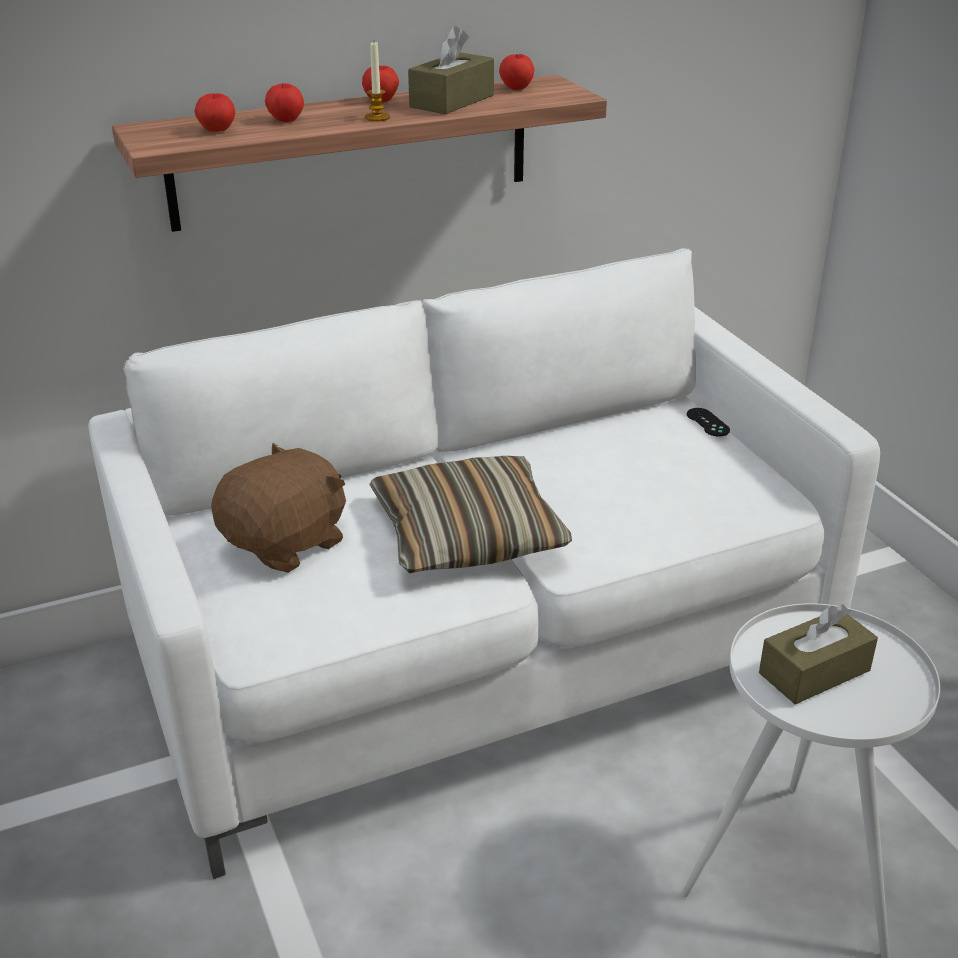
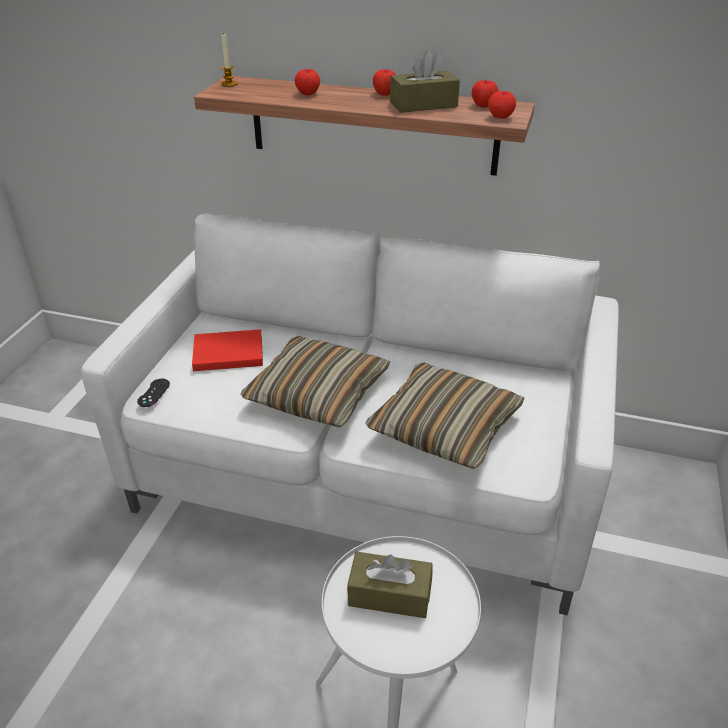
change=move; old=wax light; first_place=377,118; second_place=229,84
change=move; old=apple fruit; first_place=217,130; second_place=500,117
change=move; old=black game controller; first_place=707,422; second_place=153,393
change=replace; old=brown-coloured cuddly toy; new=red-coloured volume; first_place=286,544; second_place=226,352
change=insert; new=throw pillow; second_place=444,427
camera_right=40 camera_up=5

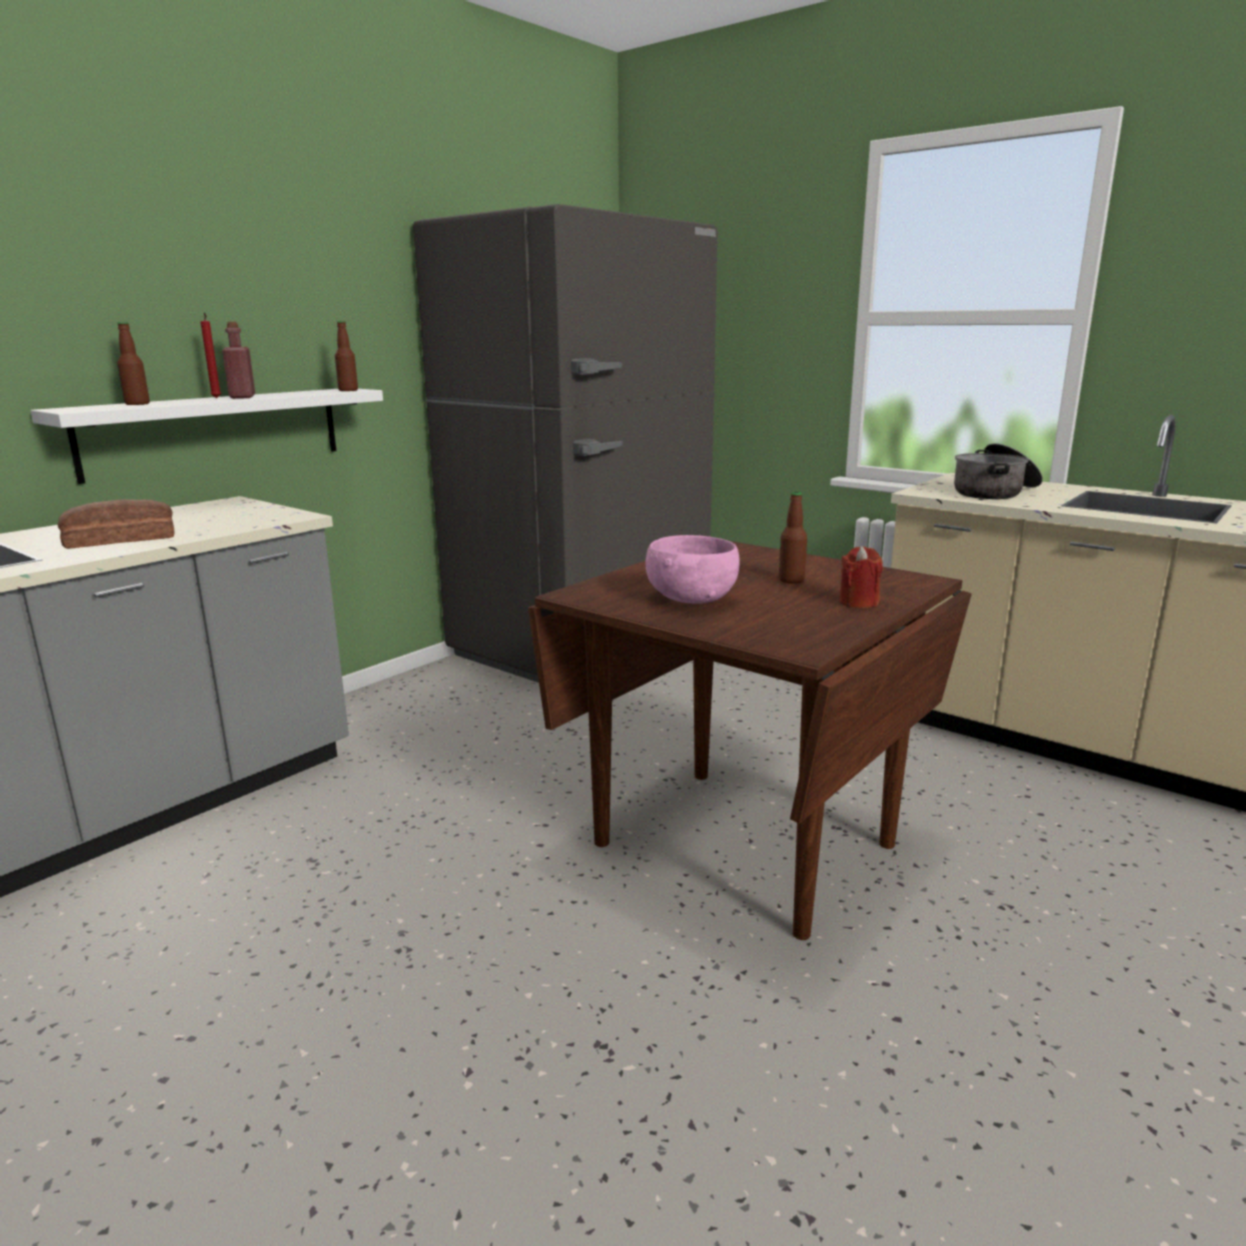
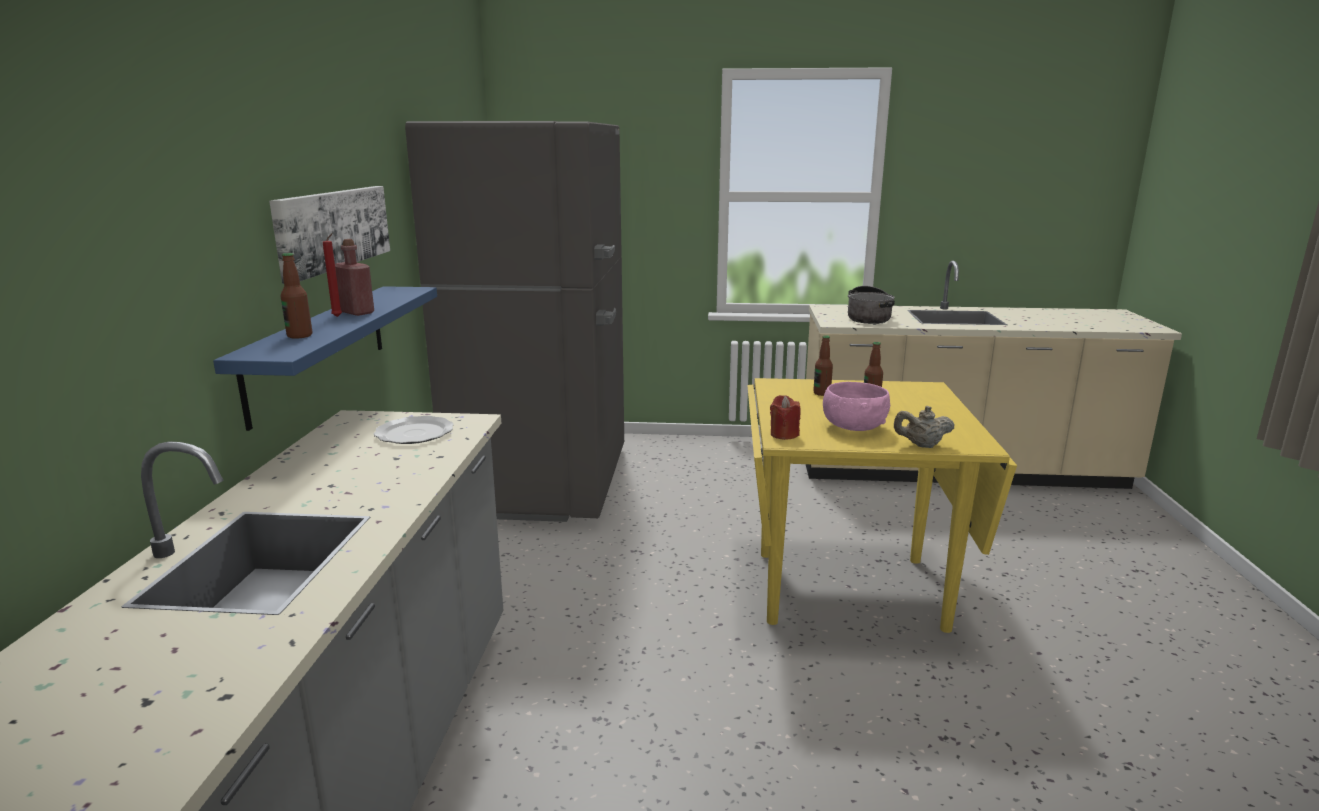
change=move; old=bottle; first_place=348,390; second_place=822,393
change=recolor; old=whitish bracket shelf; new=blue-coloured bracket shelf; first_place=215,431; second_place=319,349
change=delete; old=bread; first_place=122,539
change=recolor; old=brown-coloured kitchen table; new=yellowish kitchen table; first_place=742,845; second_place=848,590
change=move; old=red-coloured wax light; first_place=858,602; second_place=784,434
change=insert; new=picture; second_place=333,229
change=insert; new=beige-coloured tea pot; second_place=922,445
change=insert; new=plate; second_place=414,433
camera_right=-35 camera_up=0

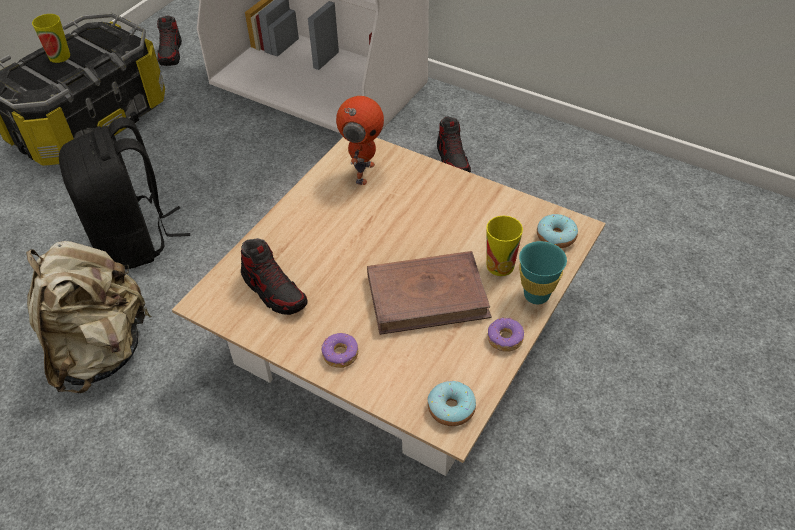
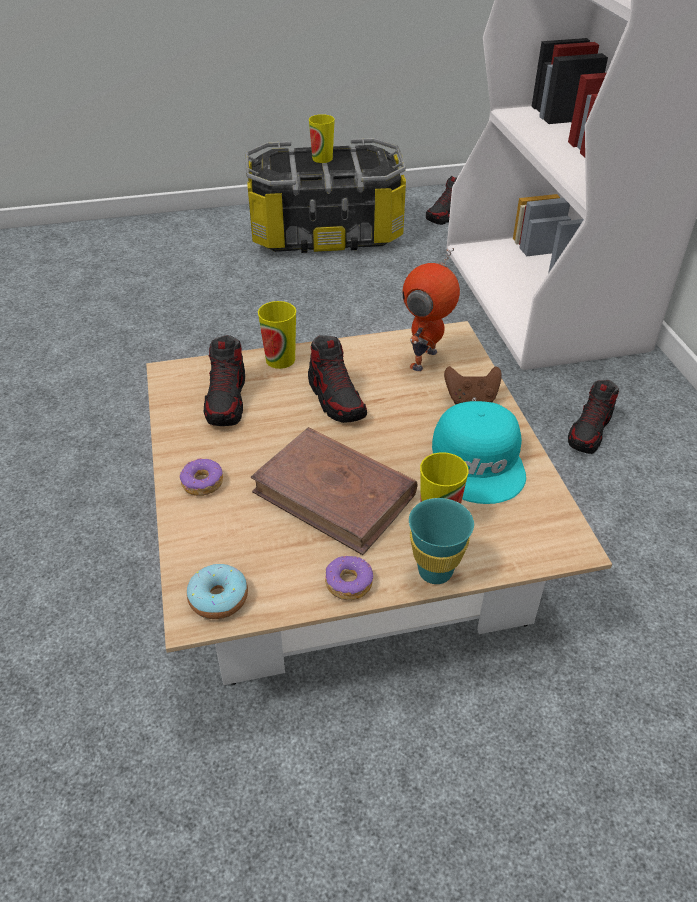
change=rotate; old=robot figure; first_place=363,172; second_place=425,360; degrees=150
change=delete; old=black backpack; first_place=134,240
change=delete; old=ring doughnut; first_place=556,237
change=delete; old=beige-coloured backpack; first_place=101,351
change=insert; new=drinking cup; second_place=280,359
change=insert; new=shoe; second_place=336,398
change=insert; new=brown-coloured game controller; second_place=471,399
change=insert; new=turquoise cap; second_place=479,461
camera_right=45 camera_up=-5

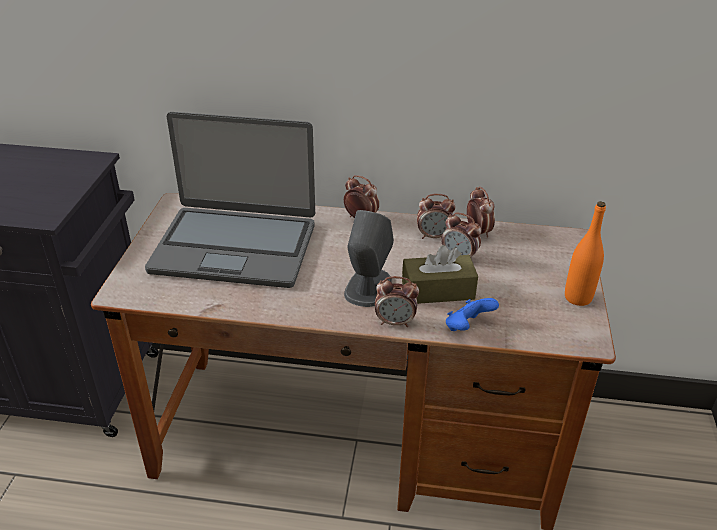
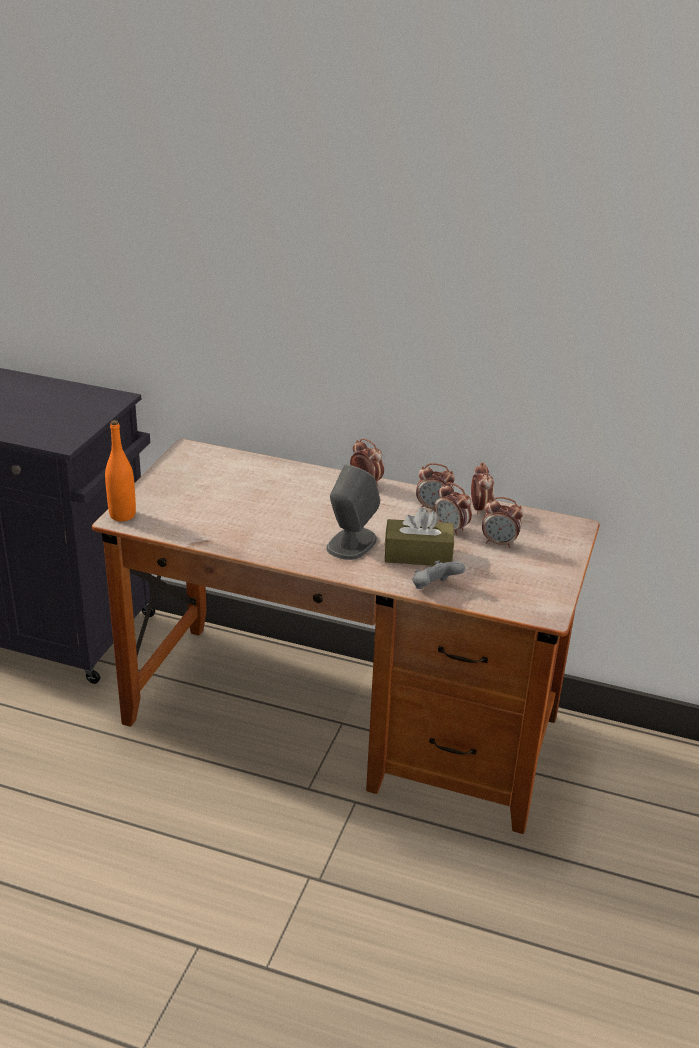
change=delete; old=laptop; first_place=235,247
change=move; old=orange-coloured bottle; first_place=578,298; second_place=122,515
change=move; old=bedside clock; first_place=395,322; second_place=499,543
change=recolor; old=blue-coloured game controller; new=grey game controller; first_place=467,327; second_place=434,588
camera_right=10 camera_up=-5

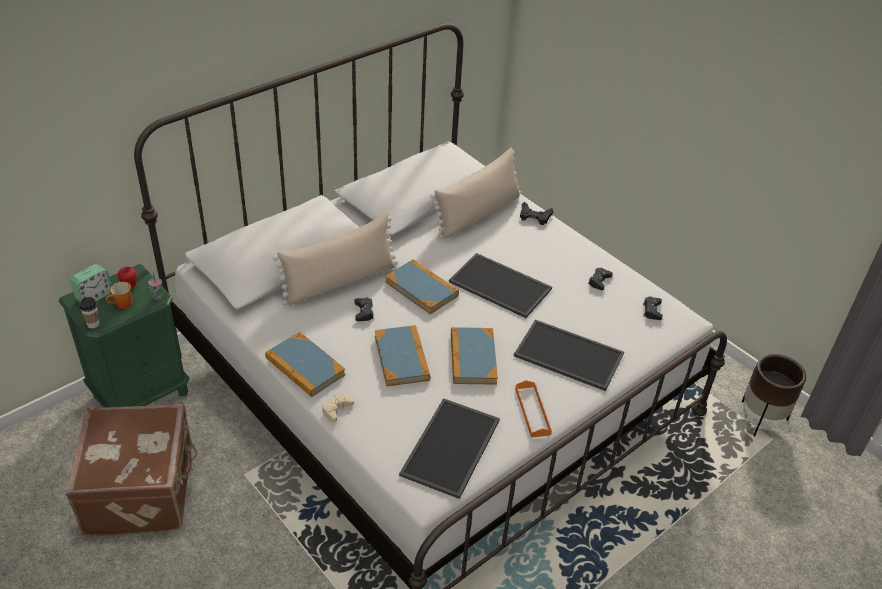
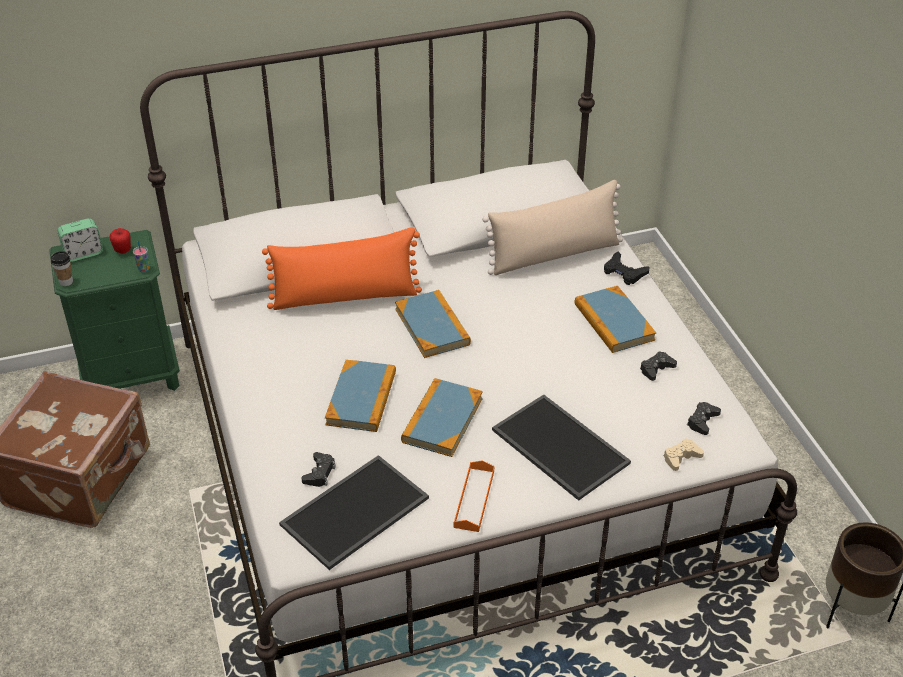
change=recolor; old=beige-coloured throw pillow; new=orange-coloured throw pillow; first_place=340,281; second_place=345,297
change=delete; old=carrying tray; first_place=501,285
change=delete; old=tea mug; first_place=123,305
change=move; old=black game controller; first_place=364,312; second_place=319,473
change=move; old=volume; first_place=305,367; second_place=613,322
change=move; old=beige-coloured game controller; first_place=337,409; second_place=681,458
camera_right=25 camera_up=0

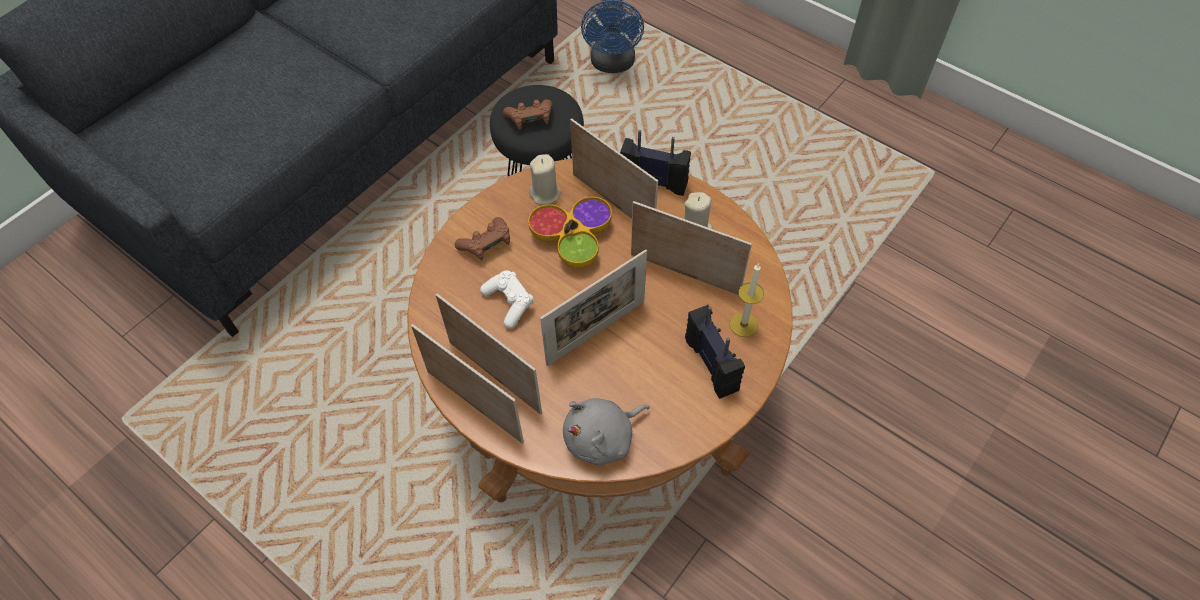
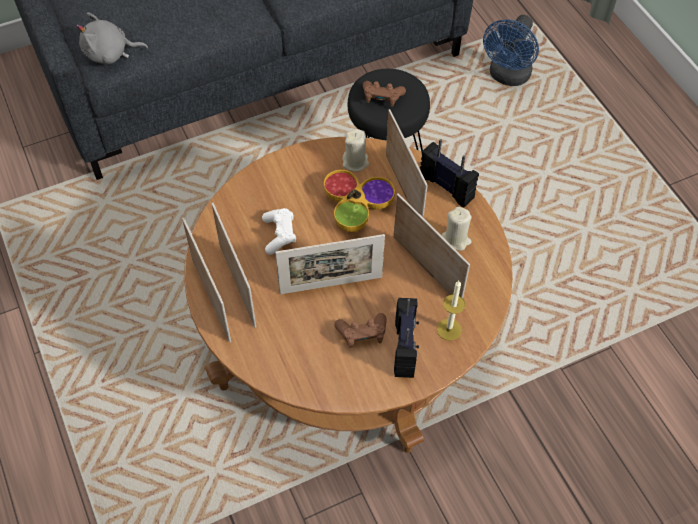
change=move; old=brown-coloured game controller; first_place=486,244; second_place=362,334
change=move; old=grey cuddly toy; first_place=603,438; second_place=110,54
camera_right=25 camera_up=0

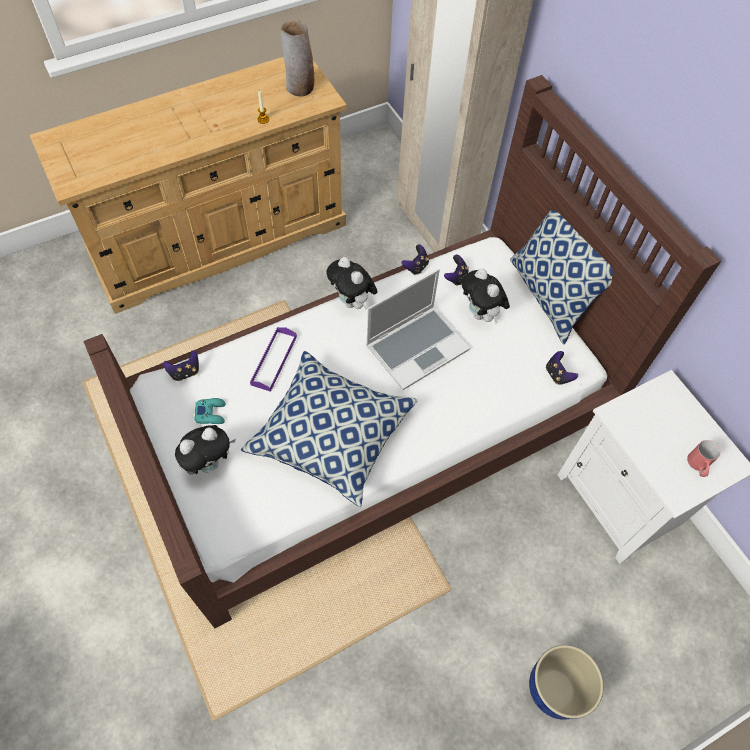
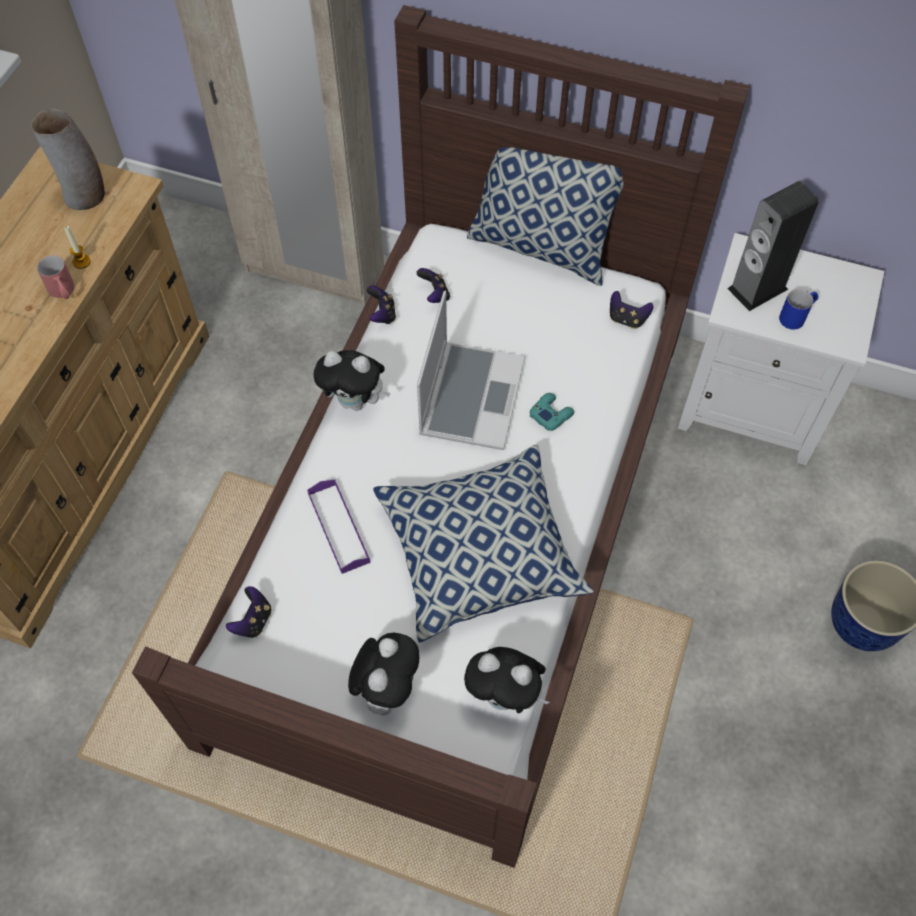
change=move; old=cuddly toy; first_place=481,314; second_place=505,696
change=move; old=turquoise game controller; first_place=211,413; second_place=551,414
change=move; old=red-coloured tea mug; first_place=697,466; second_place=64,292
change=insert; new=audio speaker; second_place=757,289
change=insert; new=blue-coloured tea mug; second_place=796,316
camera_right=-40 camera_up=0

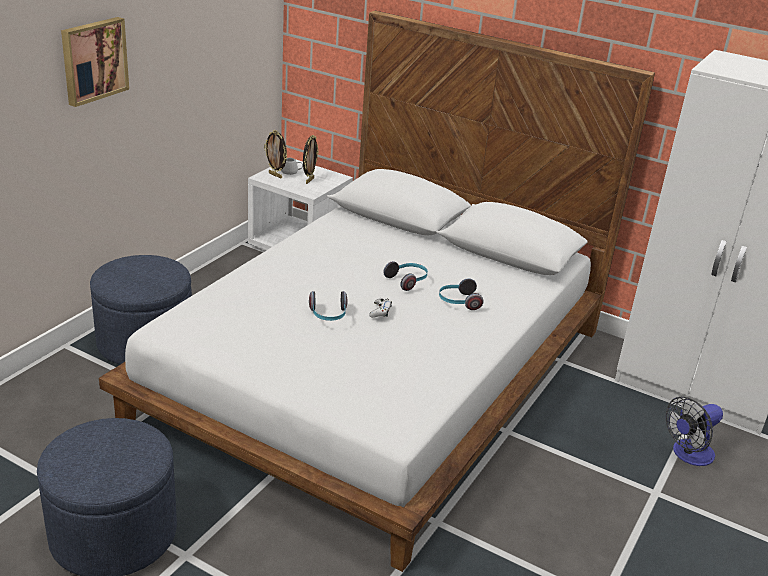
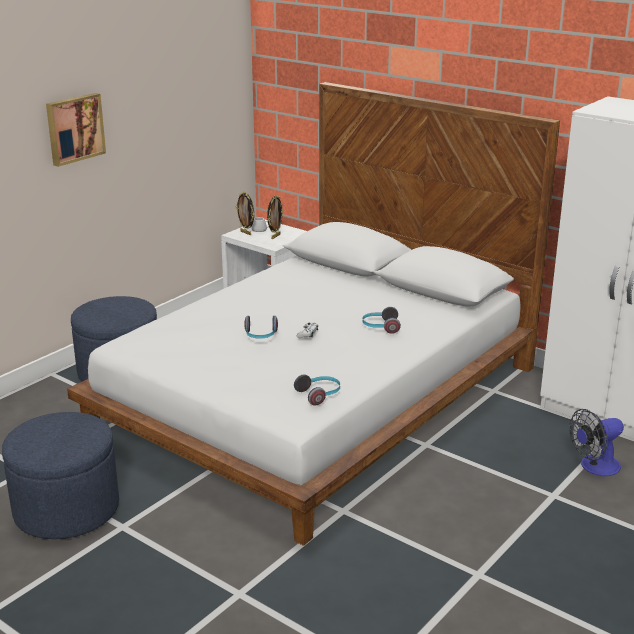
change=move; old=headphones; first_place=407,281; second_place=319,395
camera_right=10 camera_up=-5

